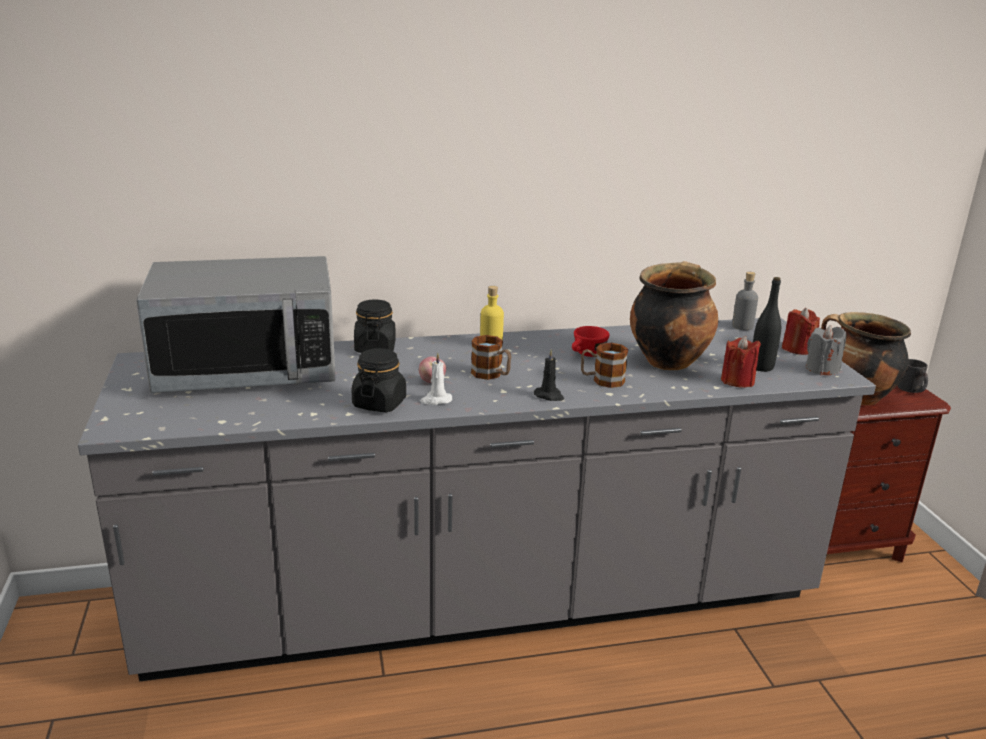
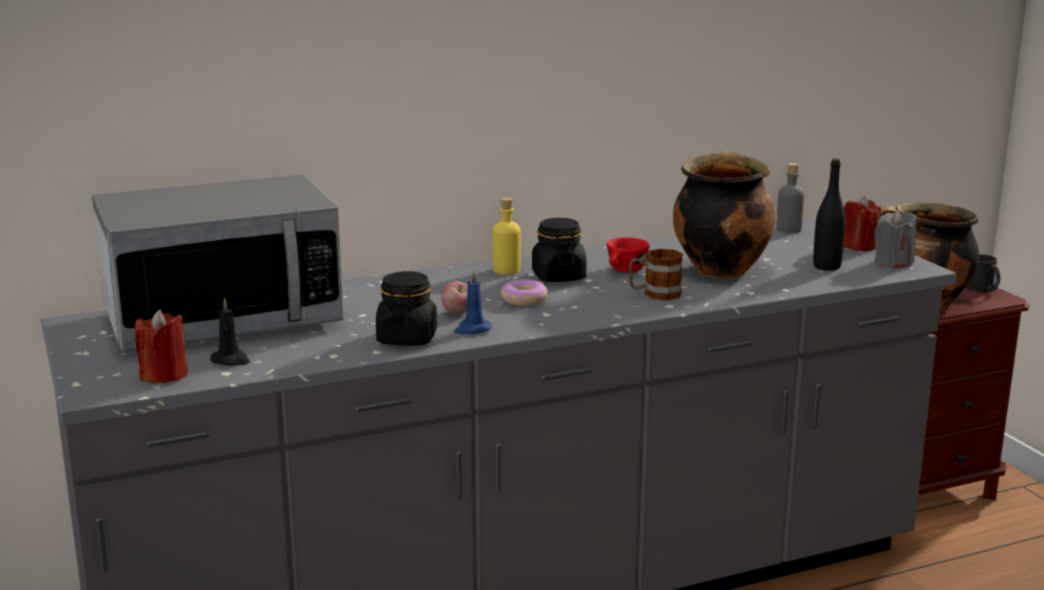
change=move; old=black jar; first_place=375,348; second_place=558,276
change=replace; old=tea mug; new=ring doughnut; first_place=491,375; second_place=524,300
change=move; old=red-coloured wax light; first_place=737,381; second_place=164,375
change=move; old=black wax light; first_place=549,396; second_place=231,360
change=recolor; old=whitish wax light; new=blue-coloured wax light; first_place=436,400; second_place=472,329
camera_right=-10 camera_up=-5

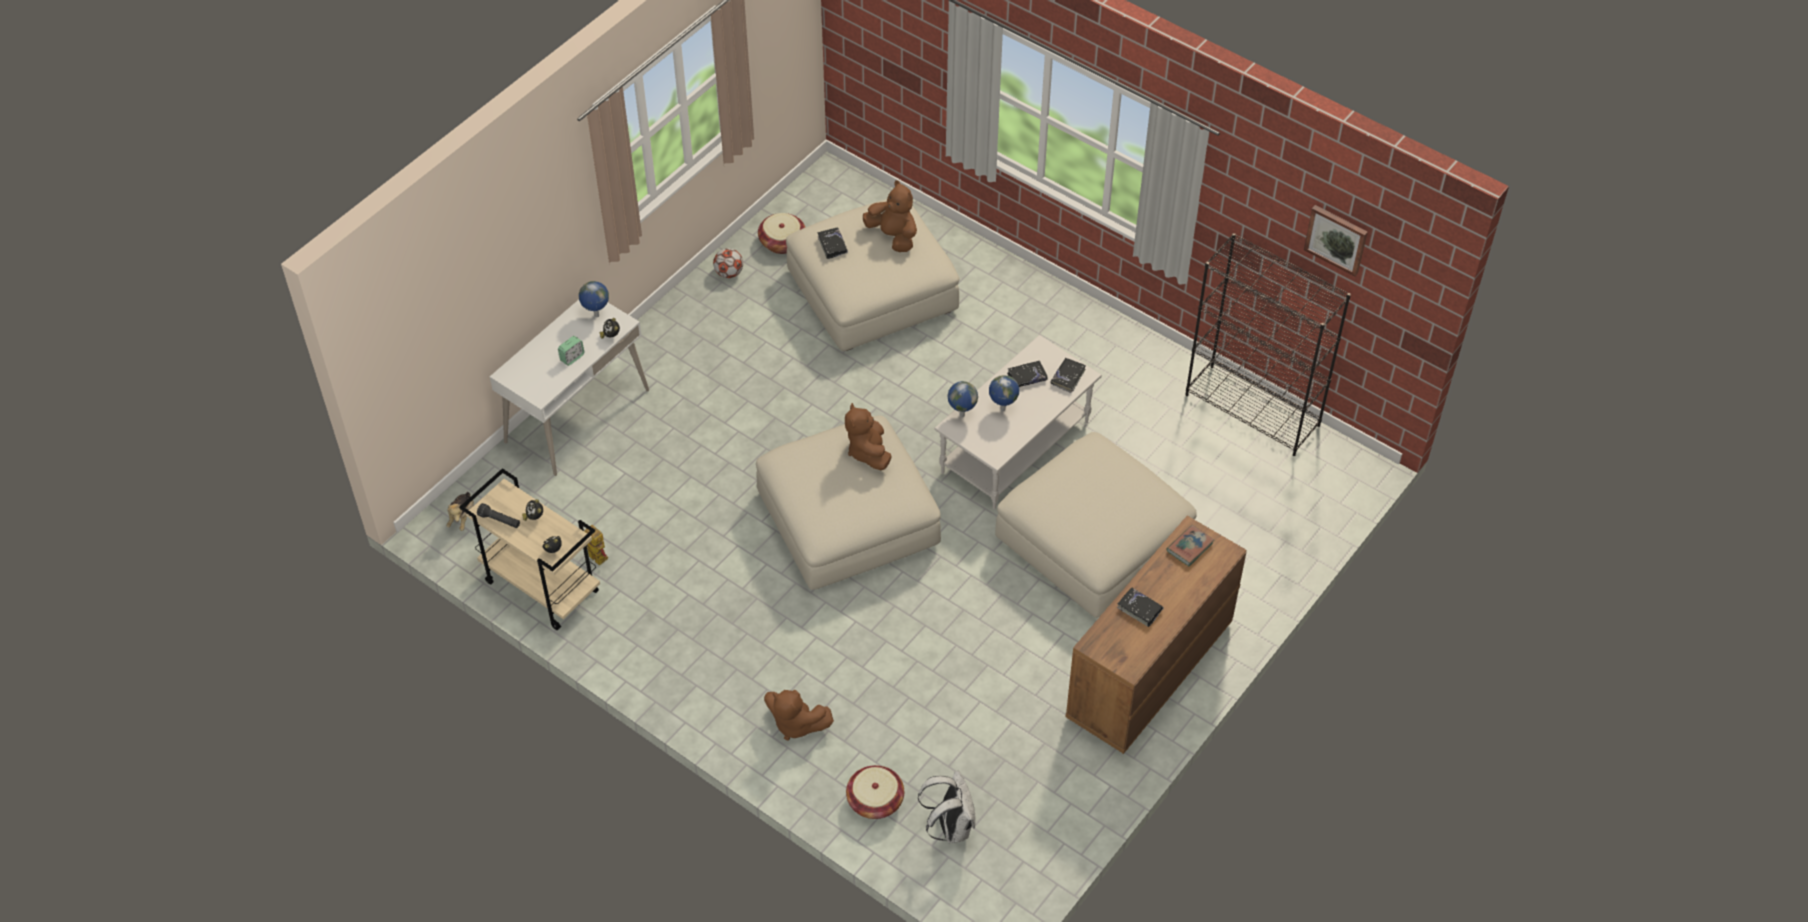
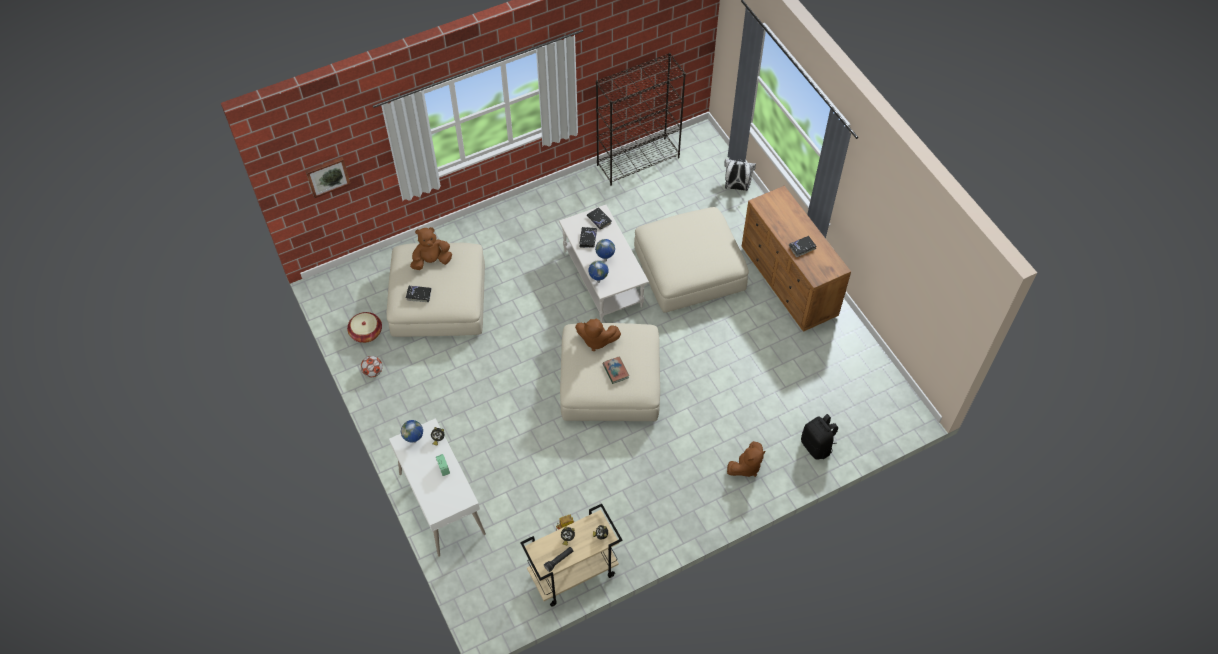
change=move; old=picture; first_place=1336,239; second_place=327,176
change=delete; old=cuddly toy; first_place=462,517
change=move; old=volume; first_place=1189,547; second_place=615,371
change=replace; old=basket; new=black backpack; first_place=875,801; second_place=817,446
change=move; old=whitish backpack; first_place=950,826; second_place=736,187
camera_right=-65 camera_up=5

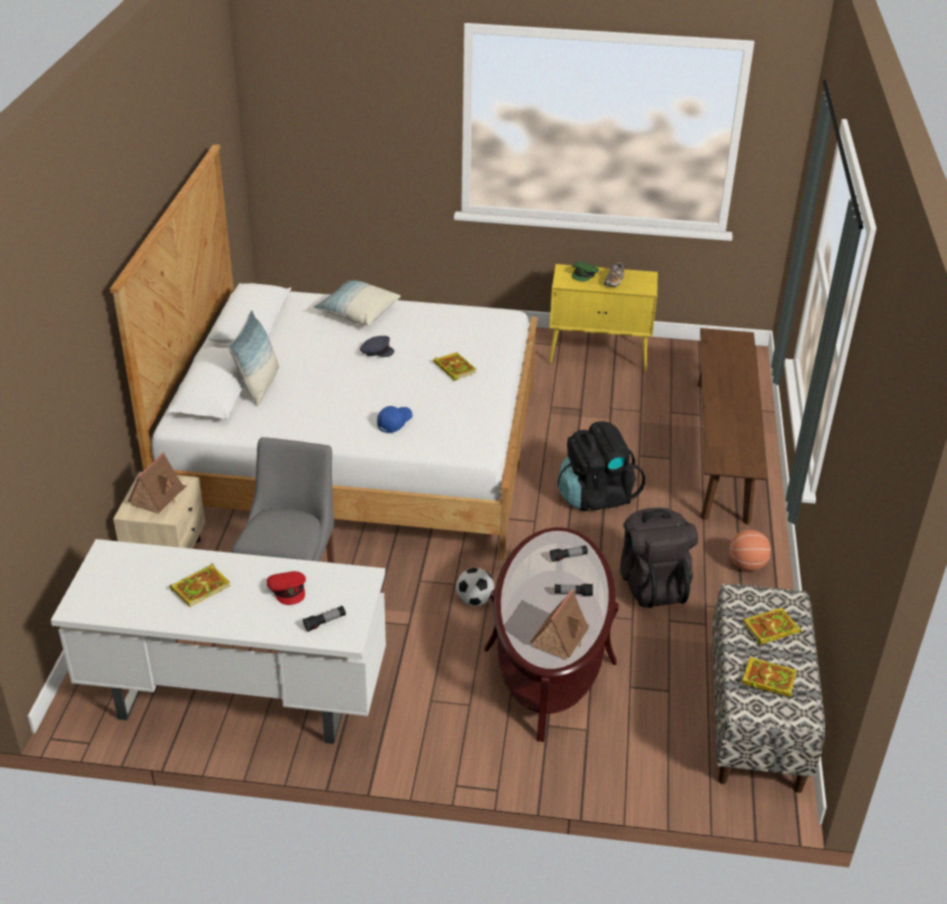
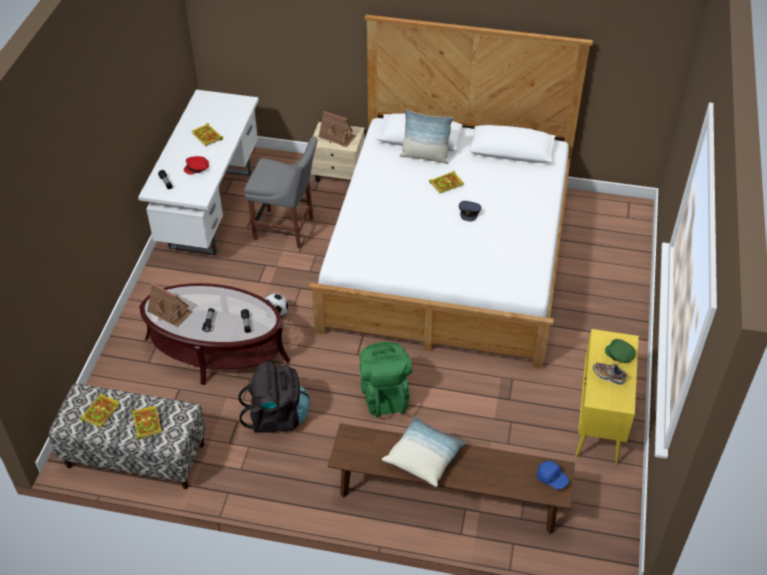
change=move; old=throw pillow; first_place=358,313; second_place=424,457
change=move; old=volume; first_place=454,368; second_place=447,183
change=move; old=blue-coloured cap; first_place=394,423; second_place=552,478
change=recolor; old=black backpack; new=greenish backpack; first_place=595,496; second_place=384,395
change=delete; old=ball for basketball; first_place=747,565
camera_right=95 camera_up=10

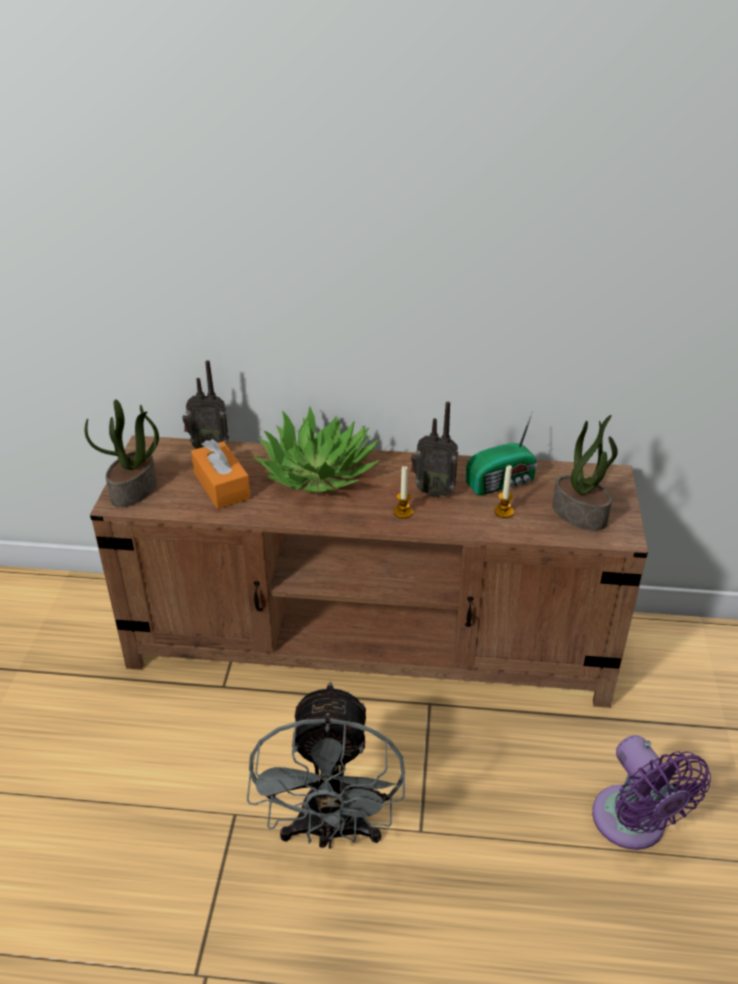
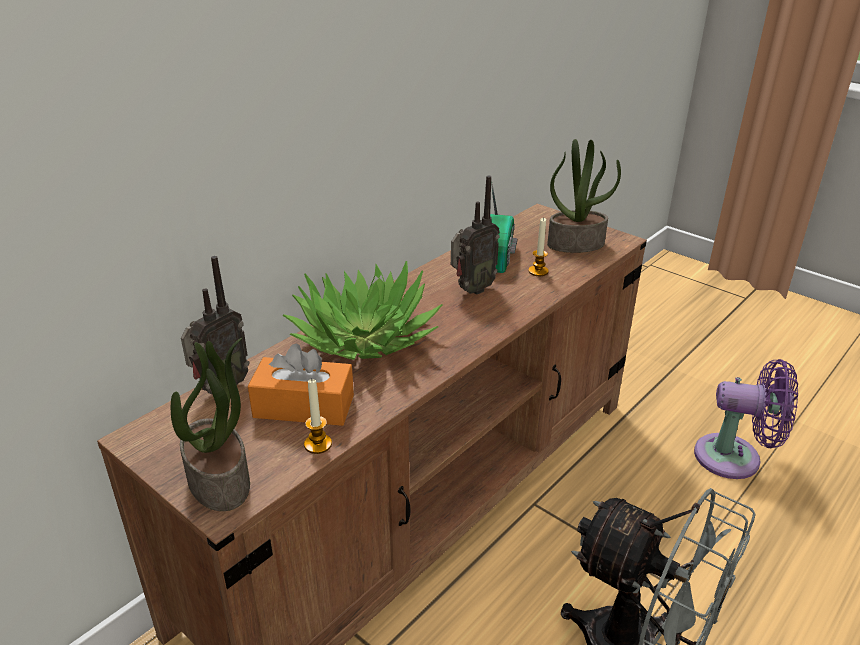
change=move; old=wax light; first_place=403,512; second_place=318,444
camera_right=-55 camera_up=-5

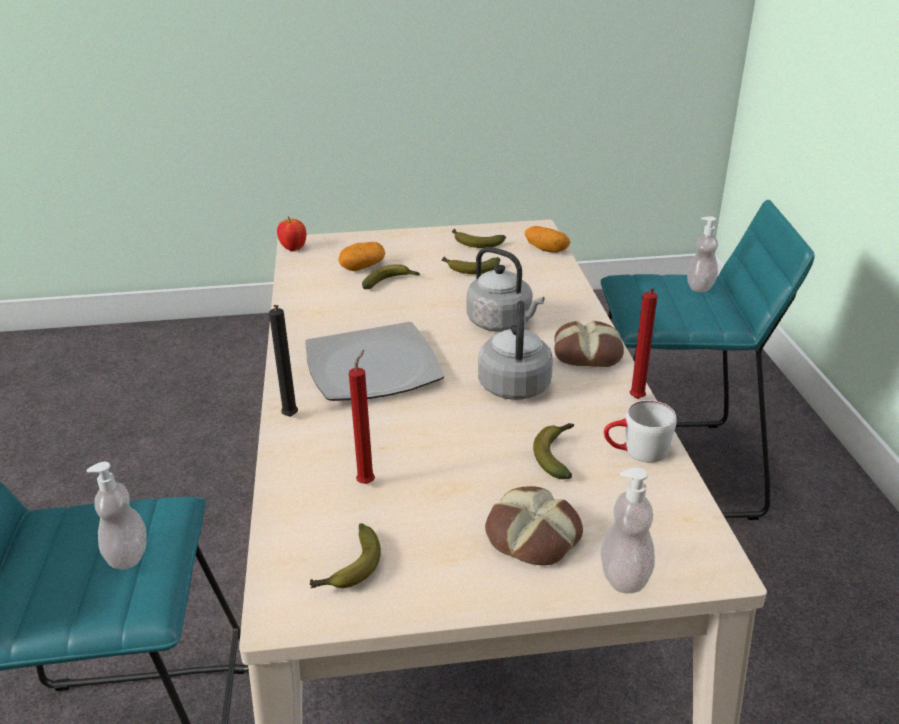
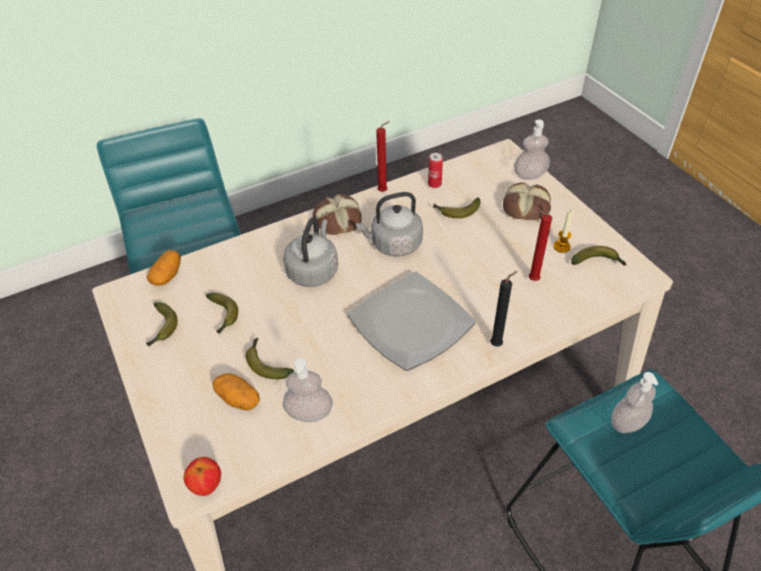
change=move; old=soap dispenser; first_place=700,287; second_place=309,413
change=replace; old=whitish tea mug; new=metal can; first_place=636,451; second_place=434,185
change=insert; new=wax light; second_place=561,247
camera_right=-110 camera_up=15

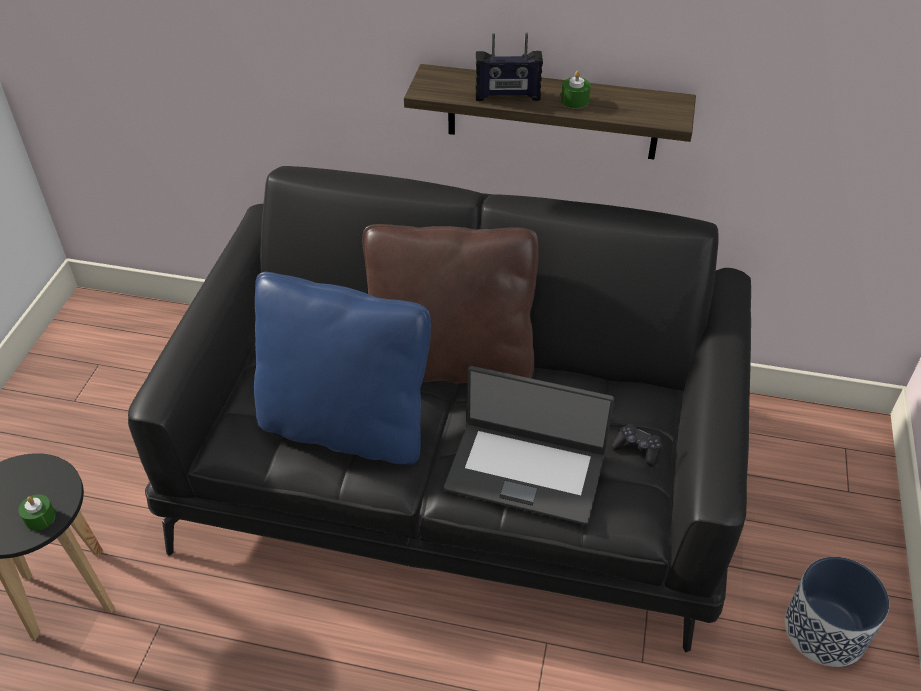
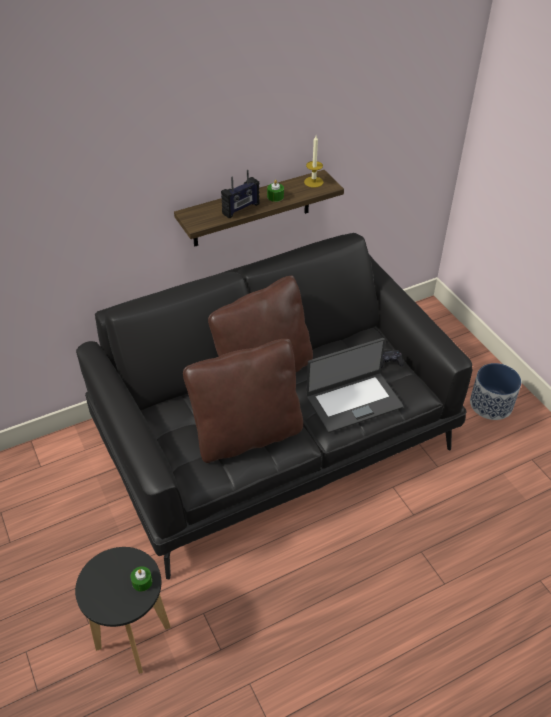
change=recolor; old=blue-coloured throw pillow; new=brown-coloured throw pillow; first_place=345,426; second_place=247,434
change=insert; new=wax light; second_place=313,182
camera_right=-40 camera_up=0

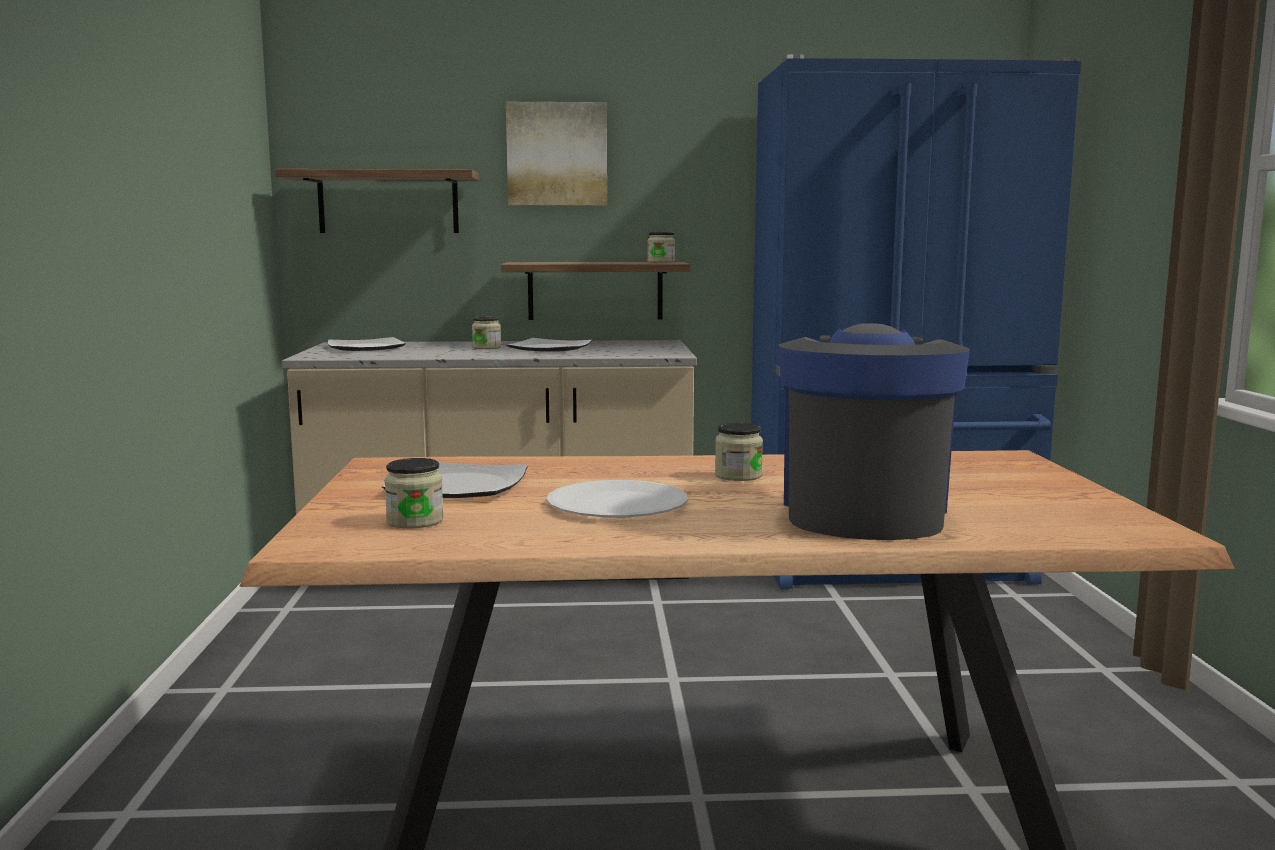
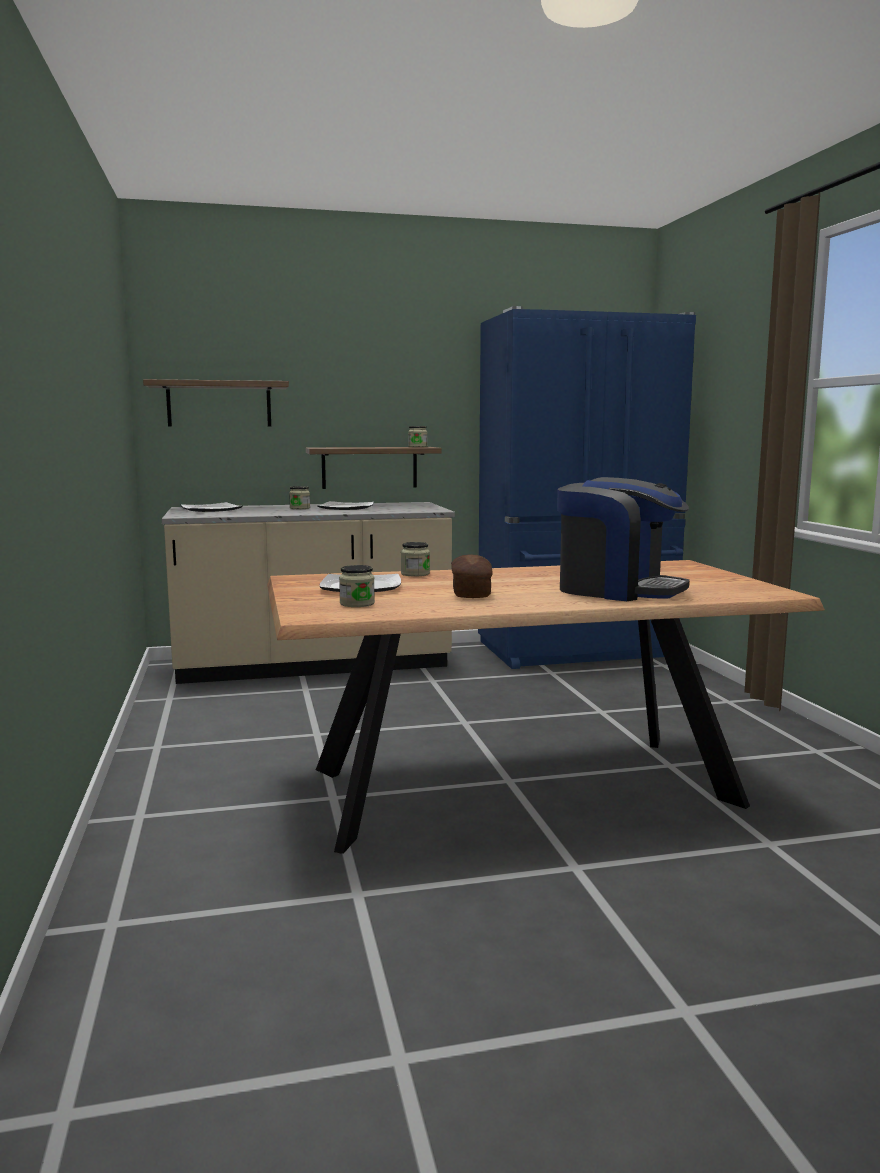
change=delete; old=picture; first_place=557,154
change=rotate; old=coffee brewer; first_place=863,511; second_place=617,590; degrees=120
change=move; old=jar; first_place=738,476; second_place=415,574
change=replace; old=whitish plate; new=bread; first_place=617,504; second_place=471,592
camera_right=-10 camera_up=0

